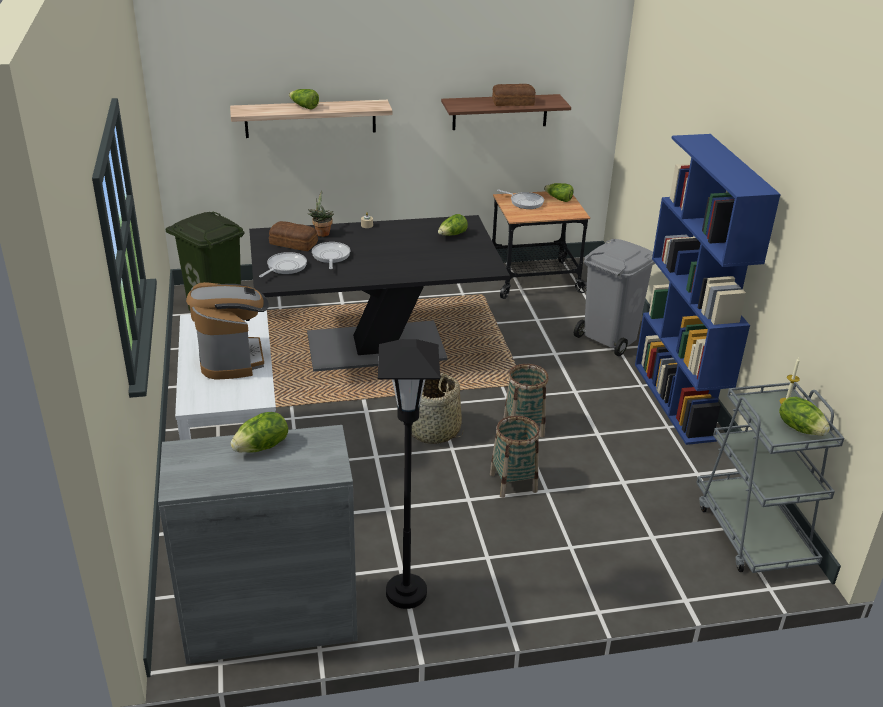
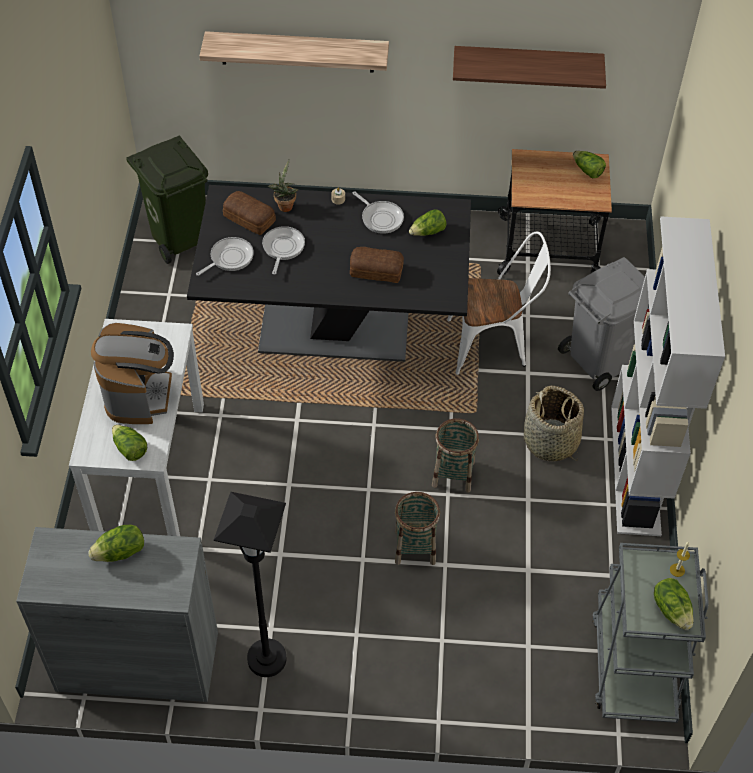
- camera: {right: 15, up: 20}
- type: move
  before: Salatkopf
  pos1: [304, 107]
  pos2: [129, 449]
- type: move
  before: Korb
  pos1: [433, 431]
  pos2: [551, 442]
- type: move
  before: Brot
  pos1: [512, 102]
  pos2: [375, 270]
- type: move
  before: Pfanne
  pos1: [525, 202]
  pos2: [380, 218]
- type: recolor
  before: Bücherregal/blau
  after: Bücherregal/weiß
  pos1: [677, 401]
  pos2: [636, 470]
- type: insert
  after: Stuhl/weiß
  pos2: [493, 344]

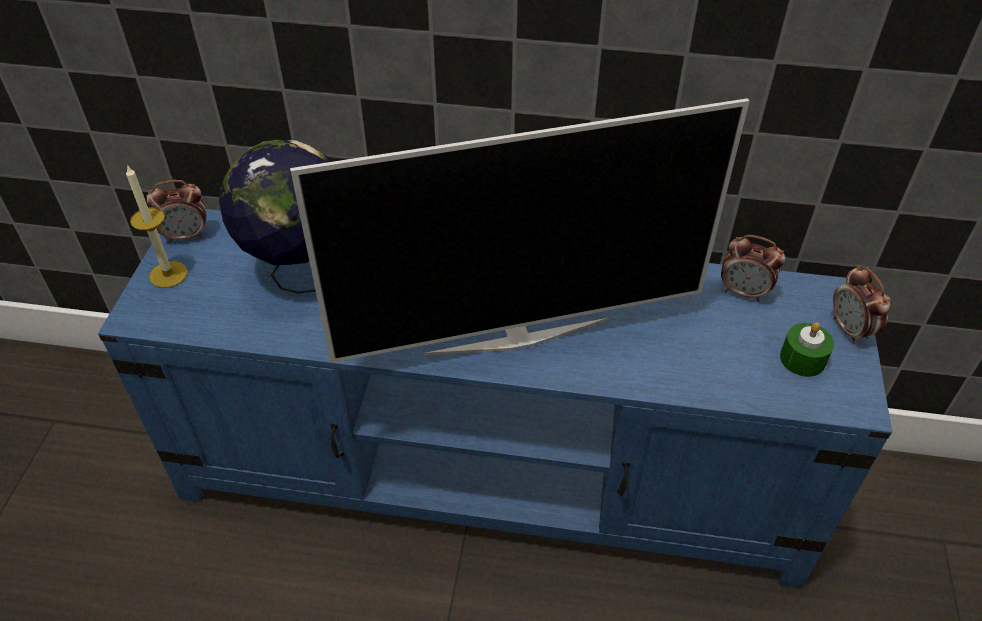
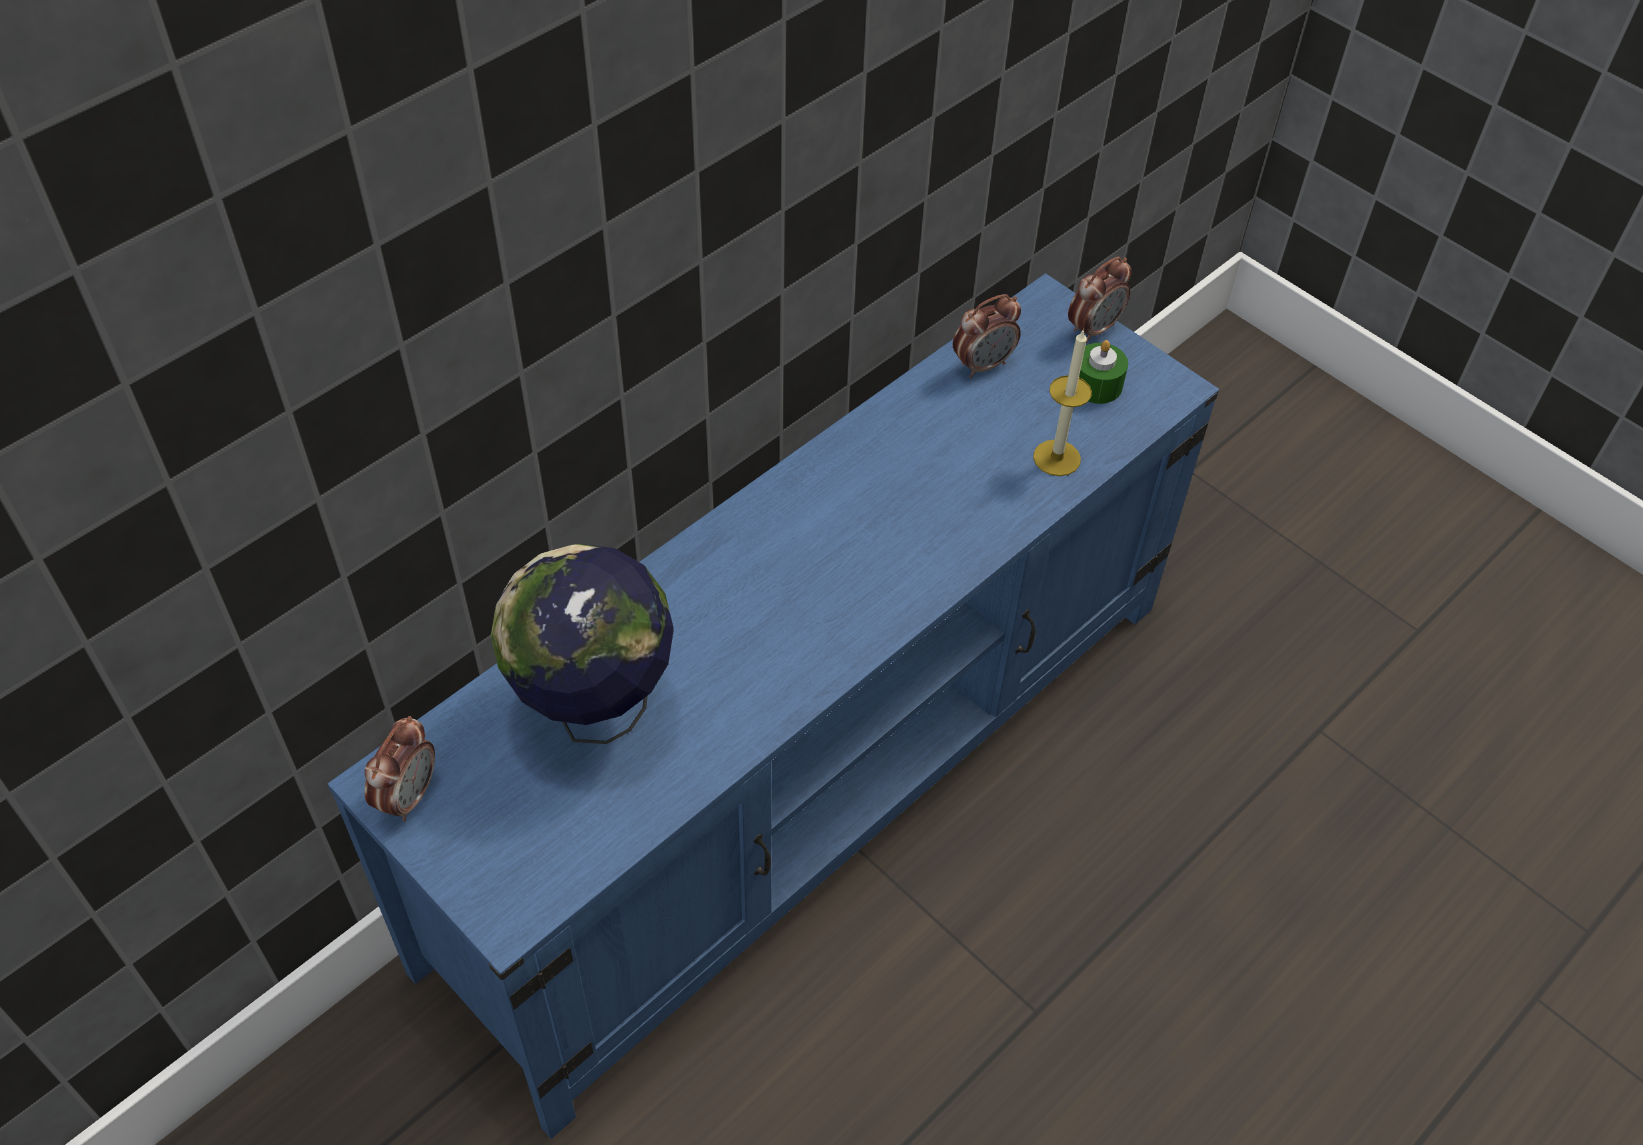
- camera: {right: -55, up: 5}
- type: move
  before: Kerze
  pos1: [168, 274]
  pos2: [1056, 458]
- type: delete
  before: Fernseher
  pos1: [516, 334]
- type: rotate
  before: Wecker
  pos1: [850, 330]
  pos2: [1093, 329]
  turn: -60

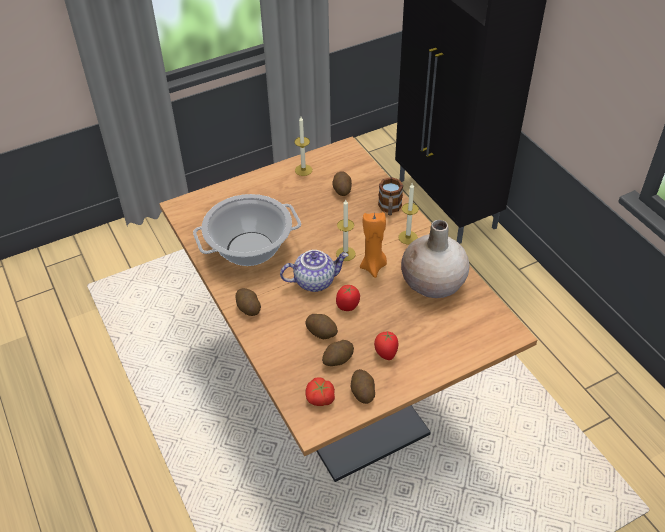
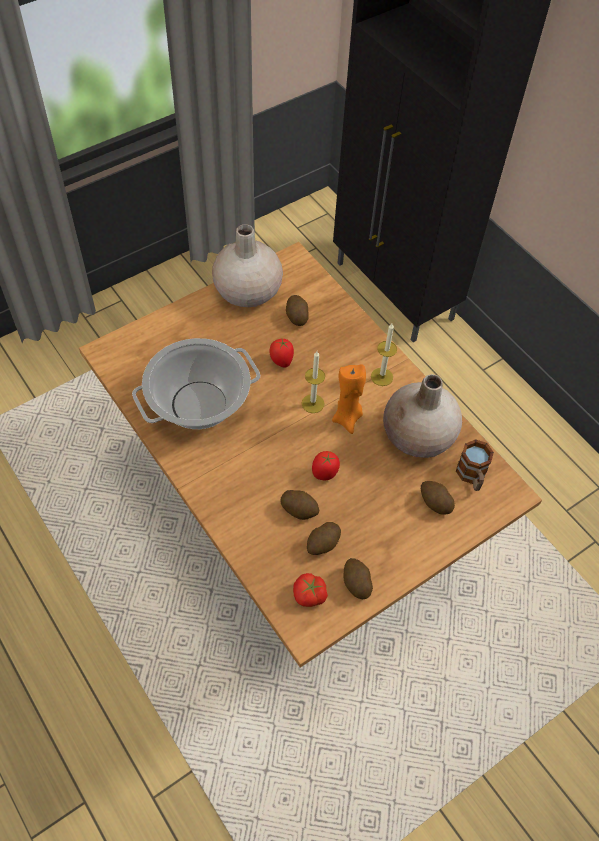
- camera: {right: -10, up: 10}
- type: move
  before: Kartoffel
  pos1: [248, 308]
  pos2: [435, 502]
- type: delete
  before: Teekanne
  pos1: [315, 281]
- type: replace
  before: Kerze
  after: Vase/beige
  pos1: [303, 170]
  pos2: [247, 292]
- type: move
  before: Tomate
  pos1: [385, 354]
  pos2: [281, 361]
- type: move
  before: Henkelbecher
  pos1: [389, 208]
  pos2: [472, 476]

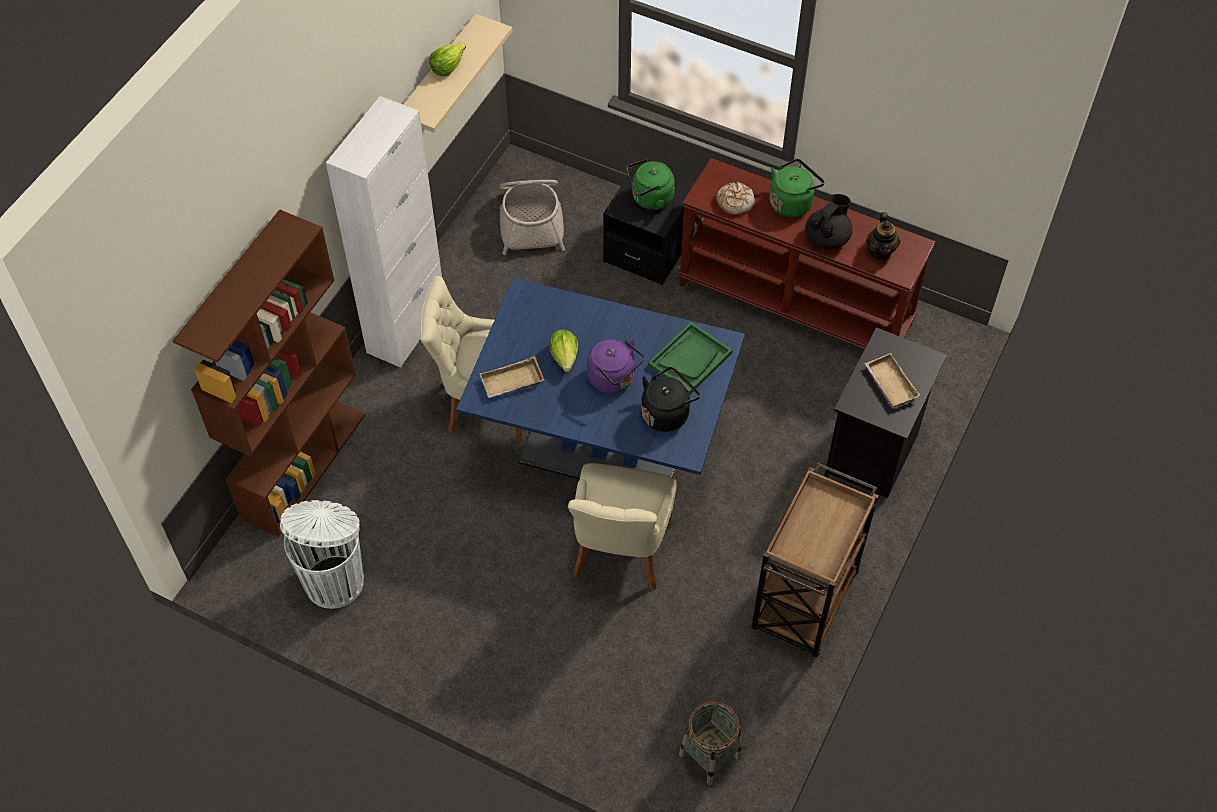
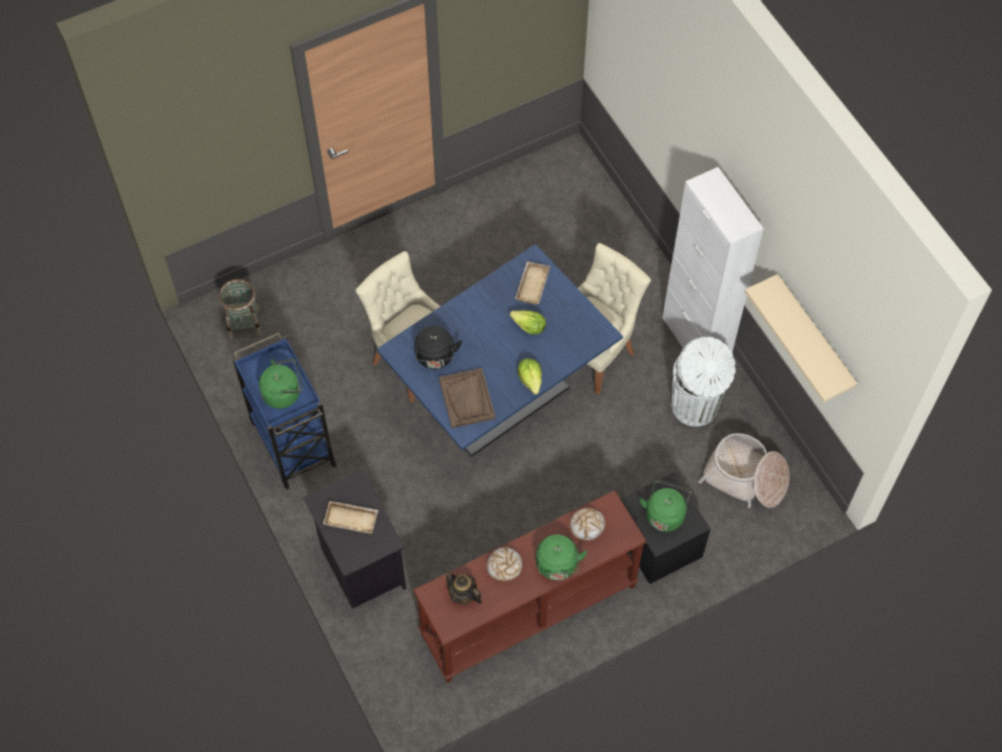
- camera: {right: 125, up: 5}
- type: delete
  before: Bücherregal/braun
  pos1: [303, 464]
- type: move
  before: Mülleimer/weiß
  pos1: [335, 580]
  pos2: [695, 407]
- type: move
  before: Salatkopf
  pos1: [447, 66]
  pos2: [531, 380]
- type: delete
  before: Wasserkessel/lila
  pos1: [614, 379]
- type: recolor
  before: Tablett/grün
  after: Tablett/braun
  pos1: [690, 359]
  pos2: [467, 399]
- type: recolor
  before: Rollwagen/braun
  after: Rollwagen/blau
  pos1: [804, 603]
  pos2: [291, 441]
- type: replace
  before: Teekanne/schwarz
  after: Brot
  pos1: [827, 237]
  pos2: [504, 566]
- type: insert
  after: Wasserkessel/grün
  pos2: [284, 393]

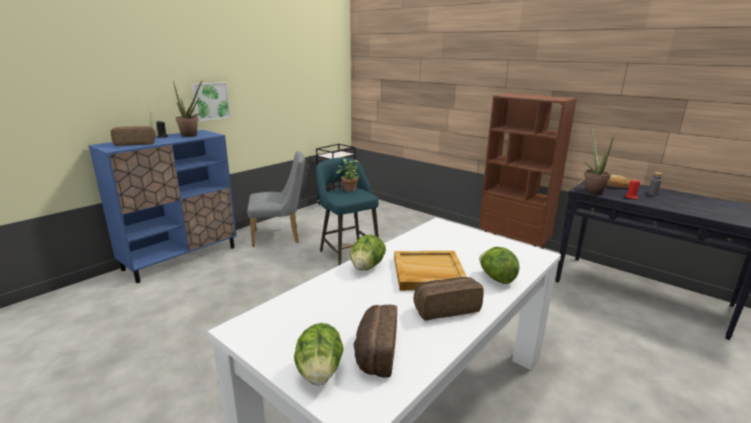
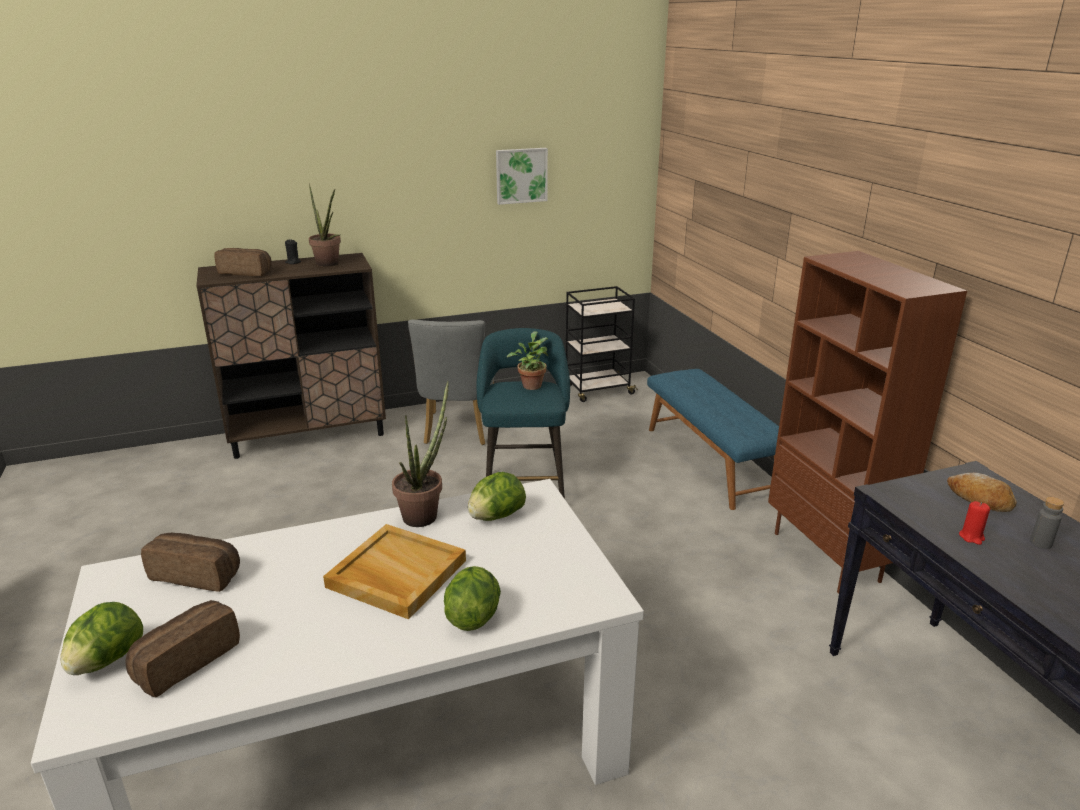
- camera: {right: 30, up: 5}
- type: recolor
  before: Schrank/blau
  after: Schrank/braun
  pos1: [181, 258]
  pos2: [309, 435]
- type: move
  before: Bild
  pos1: [210, 101]
  pos2: [521, 175]
- type: rotate
  before: Stuhl/grau
  pos1: [280, 236]
  pos2: [457, 432]
  turn: 75
- type: move
  before: Salatkopf
  pos1: [367, 267]
  pos2: [496, 516]
- type: move
  before: Brot
  pos1: [445, 308]
  pos2: [198, 574]
- type: move
  before: Topfpflanze
  pos1: [591, 191]
  pos2: [424, 513]
- type: insert
  after: Bank/blau
  pos2: [711, 461]

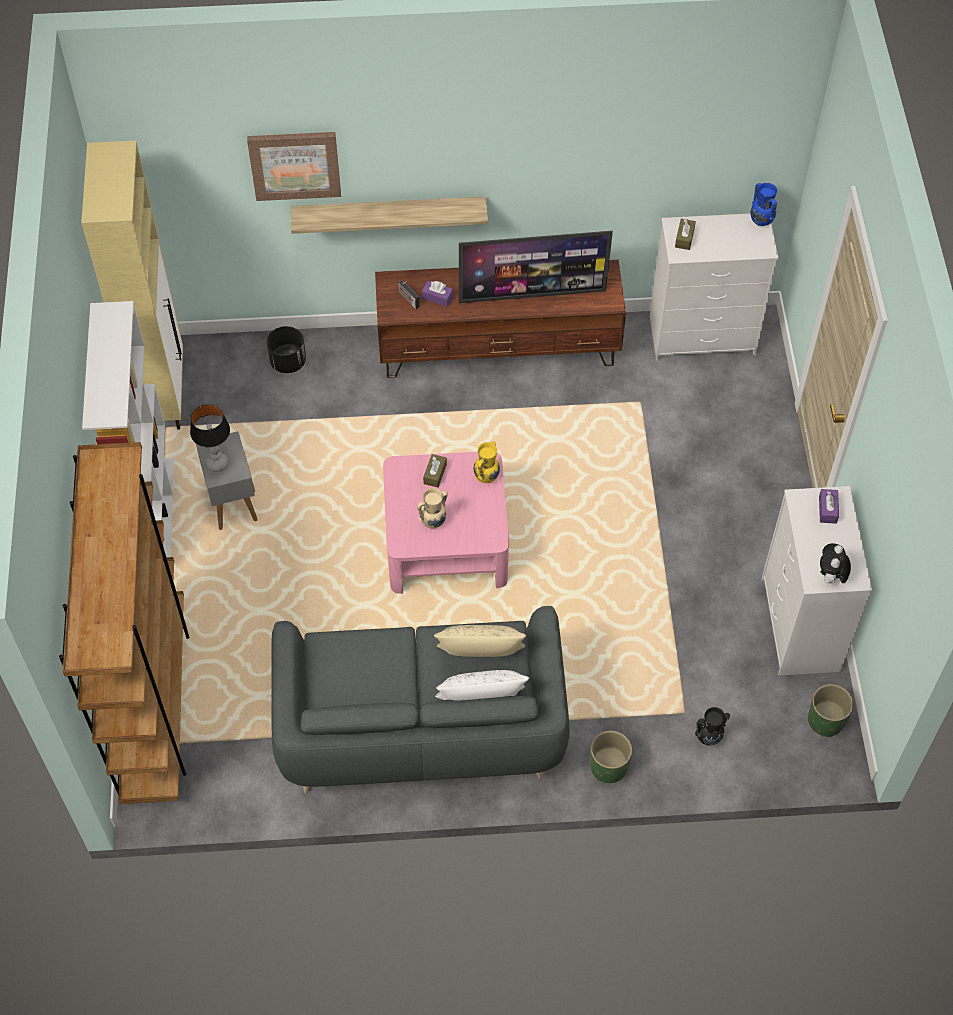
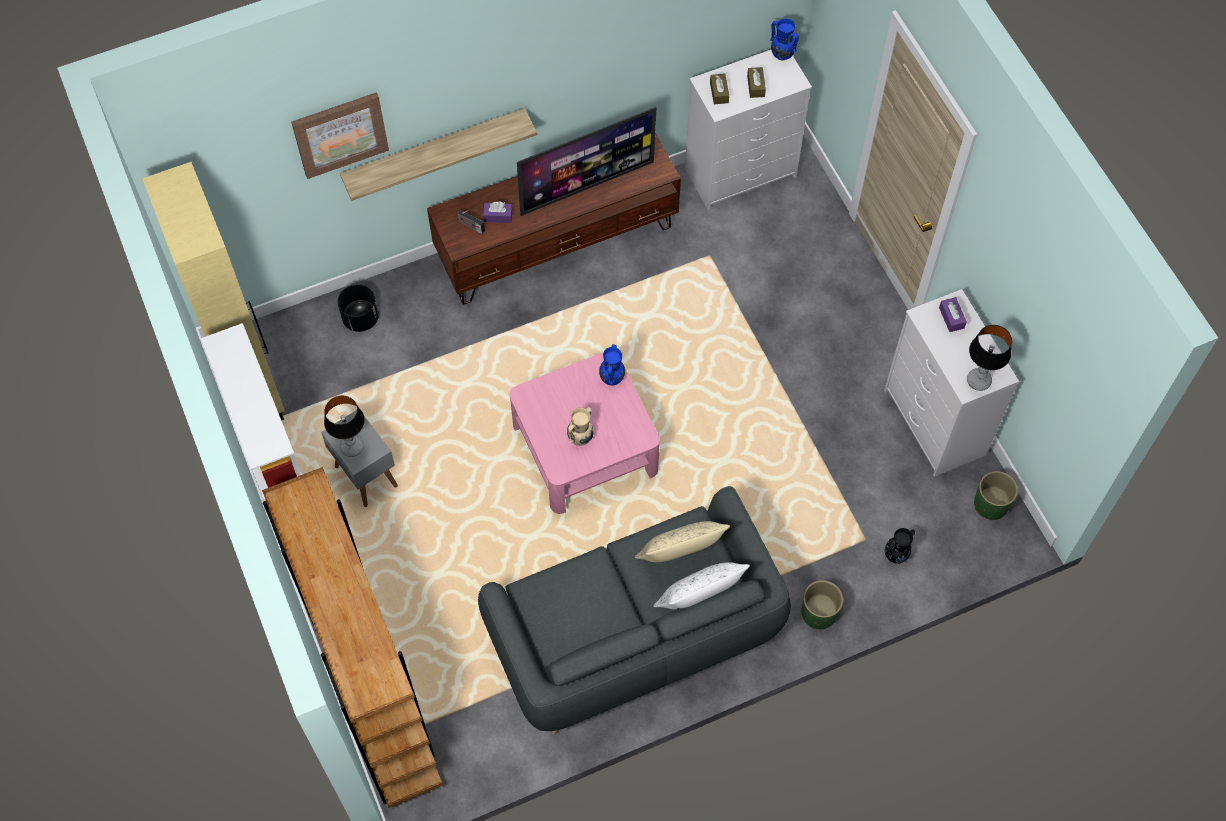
- camera: {right: -20, up: 5}
- type: move
  before: Taschentuchbox/braun
  pos1: [435, 474]
  pos2: [756, 86]
- type: recolor
  before: Vase/gelb
  after: Vase/blau
  pos1: [486, 477]
  pos2: [612, 378]
- type: replace
  before: Plüschtier
  after: Tischlampe
  pos1: [830, 577]
  pos2: [979, 381]

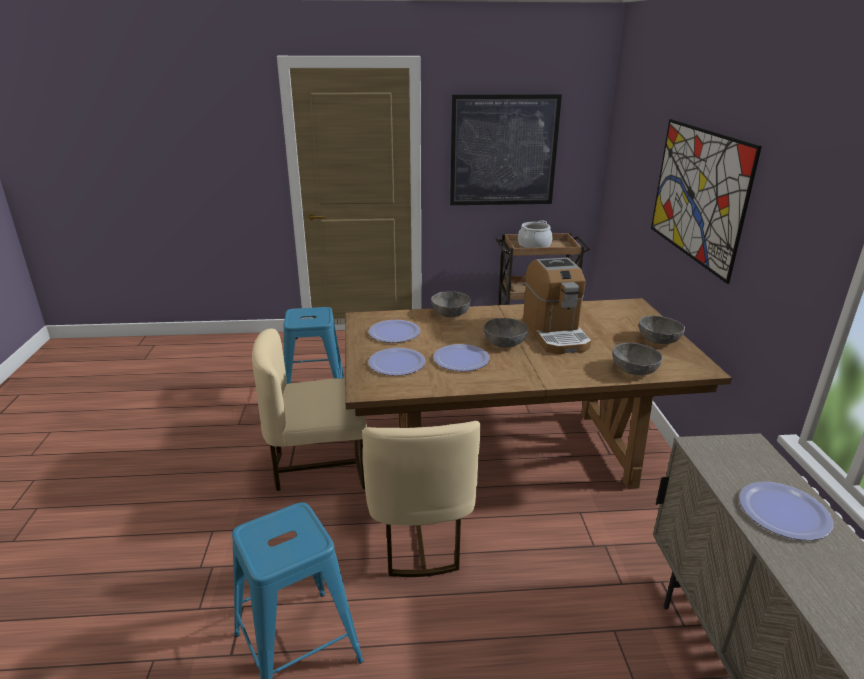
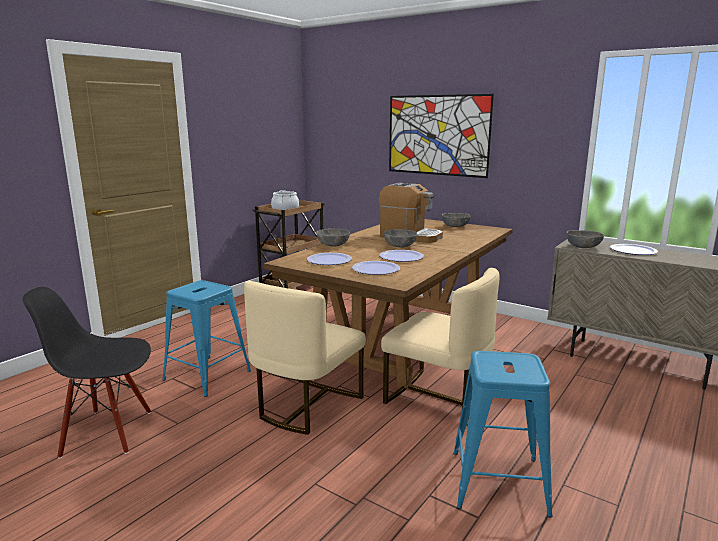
- camera: {right: -50, up: -10}
- type: delete
  before: Bild
  pos1: [503, 151]
- type: move
  before: Schüssel/grau
  pos1: [634, 370]
  pos2: [583, 247]
- type: insert
  after: Stuhl/schwarz
  pos2: [107, 432]

